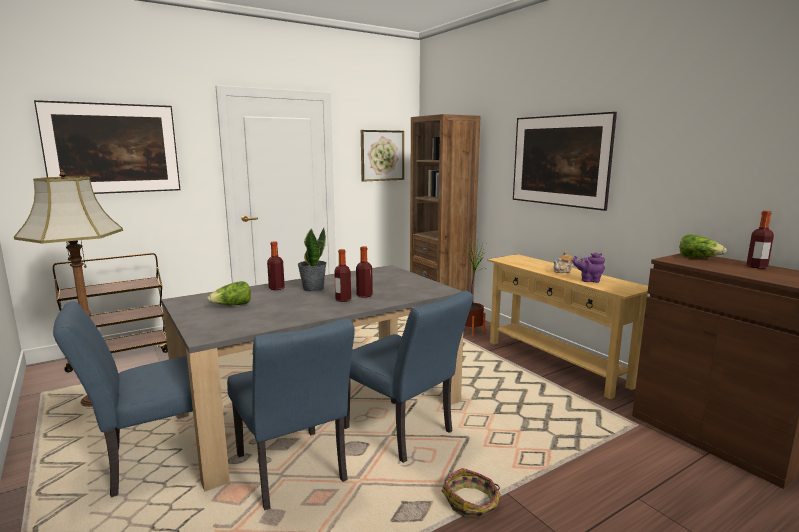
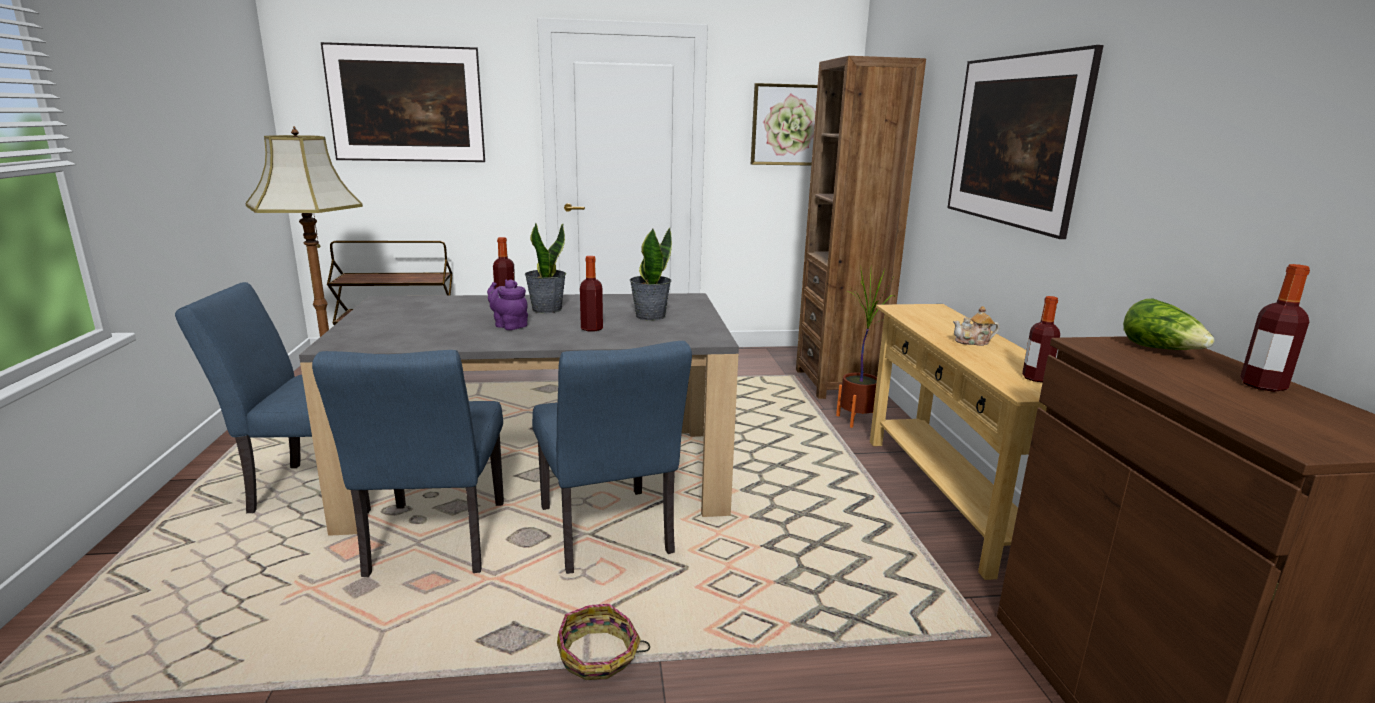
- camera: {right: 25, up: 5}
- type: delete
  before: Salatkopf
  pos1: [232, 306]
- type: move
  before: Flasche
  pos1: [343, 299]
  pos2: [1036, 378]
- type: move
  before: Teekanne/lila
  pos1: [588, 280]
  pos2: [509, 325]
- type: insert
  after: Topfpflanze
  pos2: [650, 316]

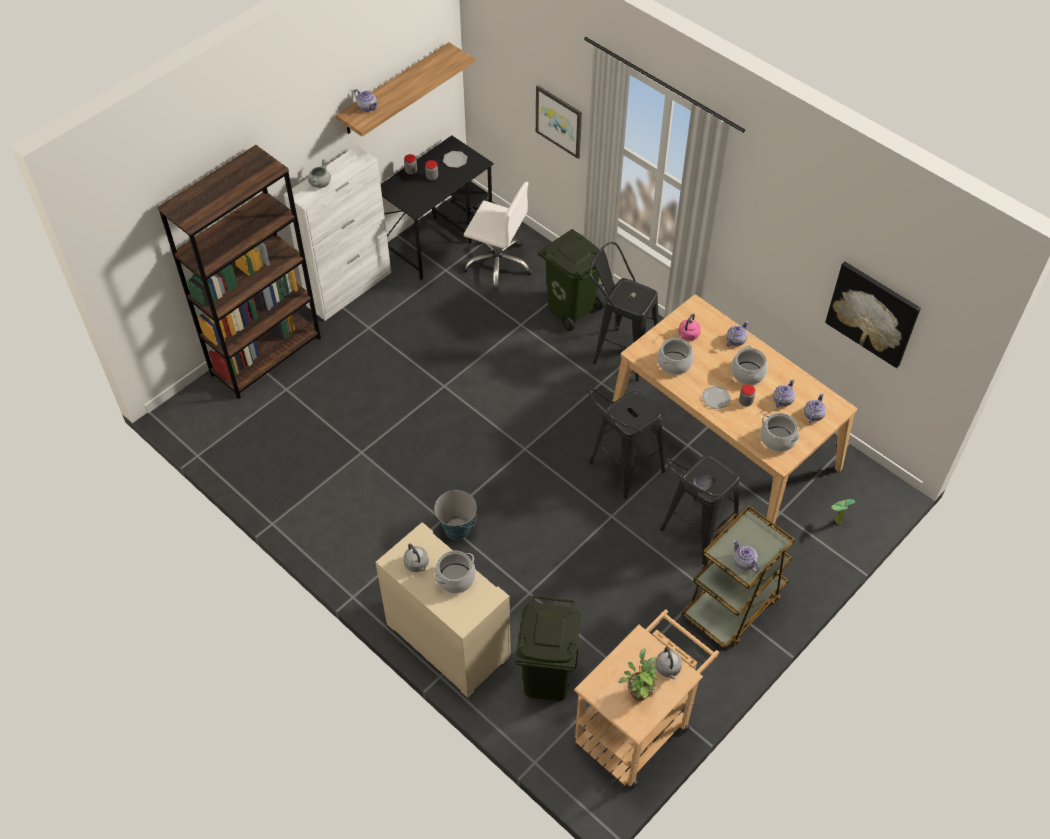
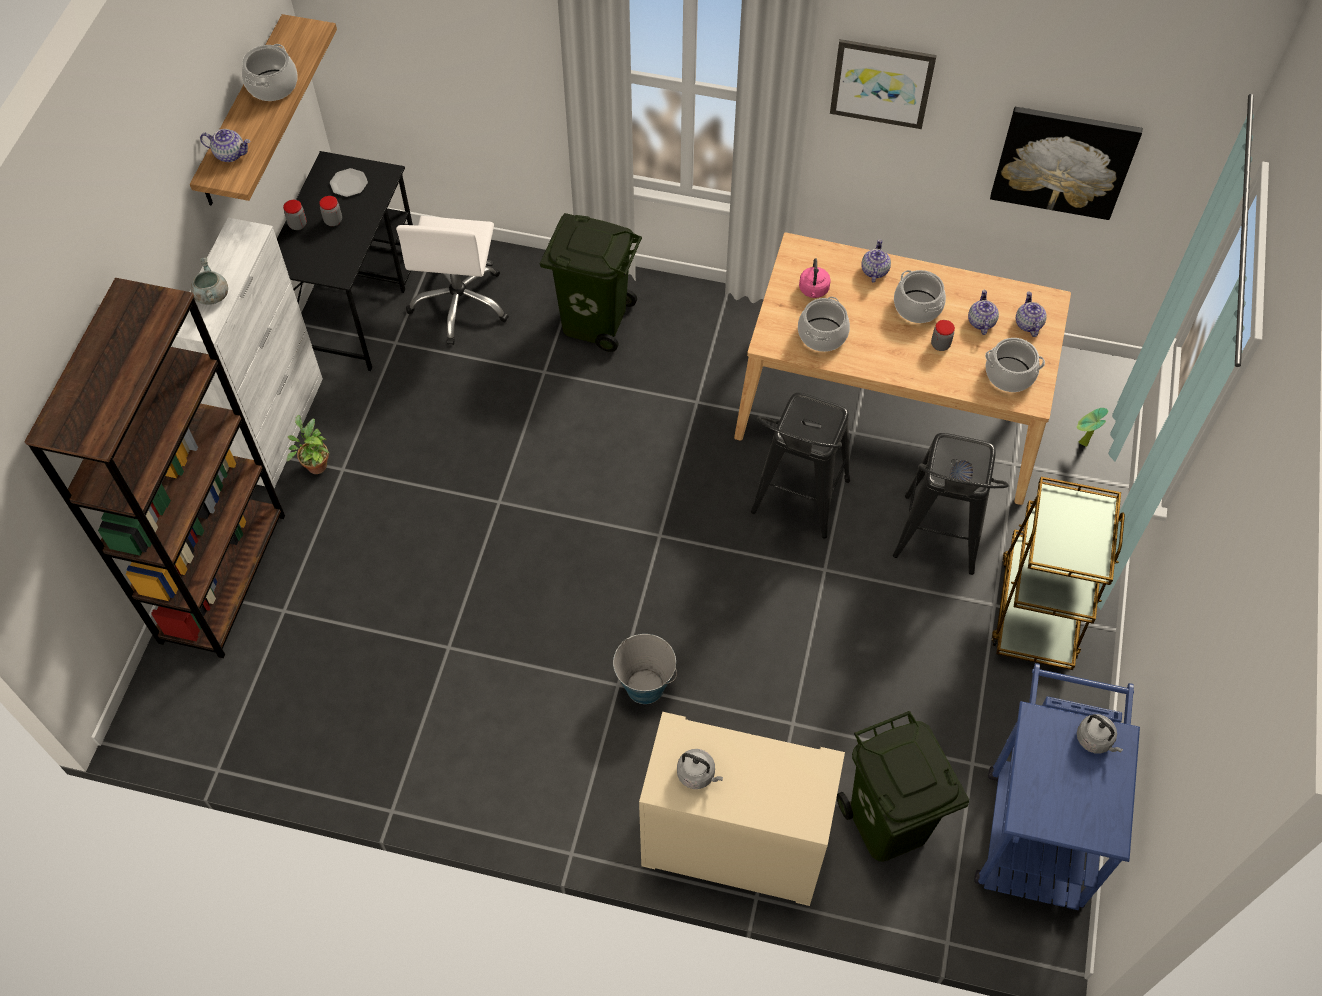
- camera: {right: -30, up: 5}
- type: move
  before: Kochtopf
  pos1: [455, 578]
  pos2: [273, 86]
- type: rotate
  before: Bürostuhl/weiß
  pos1: [498, 264]
  pos2: [460, 303]
  turn: 105
- type: move
  before: Bild
  pos1: [559, 121]
  pos2: [882, 82]
- type: recolor
  before: Rollwagen/beige
  after: Rollwagen/blau
  pos1: [638, 726]
  pos2: [1035, 823]
- type: delete
  before: Hocker/schwarz
  pos1: [619, 351]
- type: move
  before: Topfpflanze
  pos1: [638, 690]
  pos2: [315, 464]
- type: delete
  before: Teller
  pos1: [716, 398]
- type: delete
  before: Teekanne
  pos1: [744, 562]

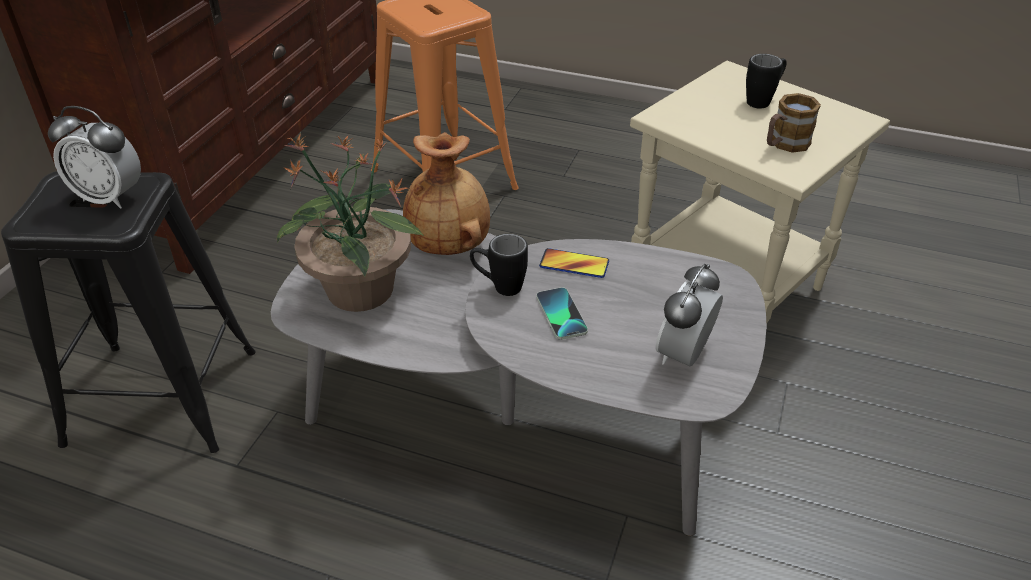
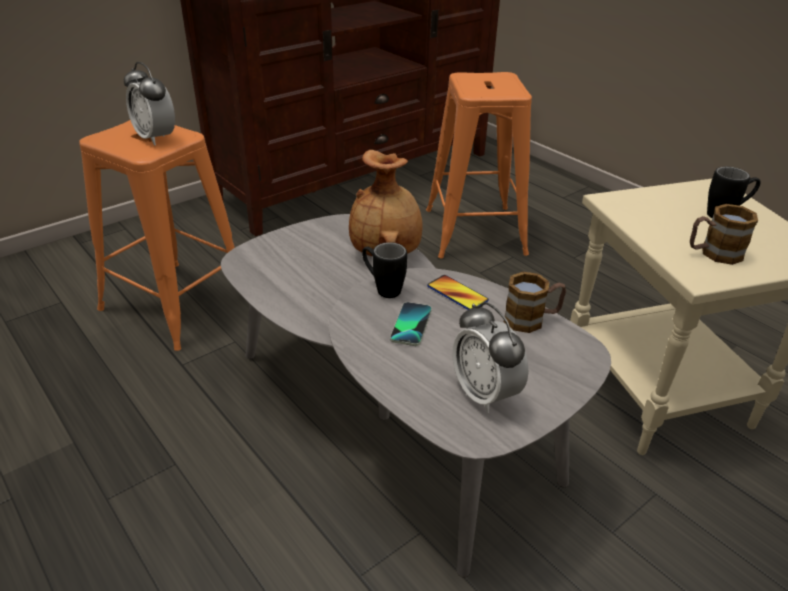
- camera: {right: 30, up: -5}
- type: recolor
  before: Hocker/schwarz
  after: Hocker/orange
  pos1: [160, 397]
  pos2: [176, 303]
- type: delete
  before: Topfpflanze
  pos1: [360, 291]
- type: rotate
  before: Wecker
  pos1: [683, 354]
  pos2: [485, 394]
  turn: -90
- type: insert
  after: Henkelbecher
  pos2: [532, 319]

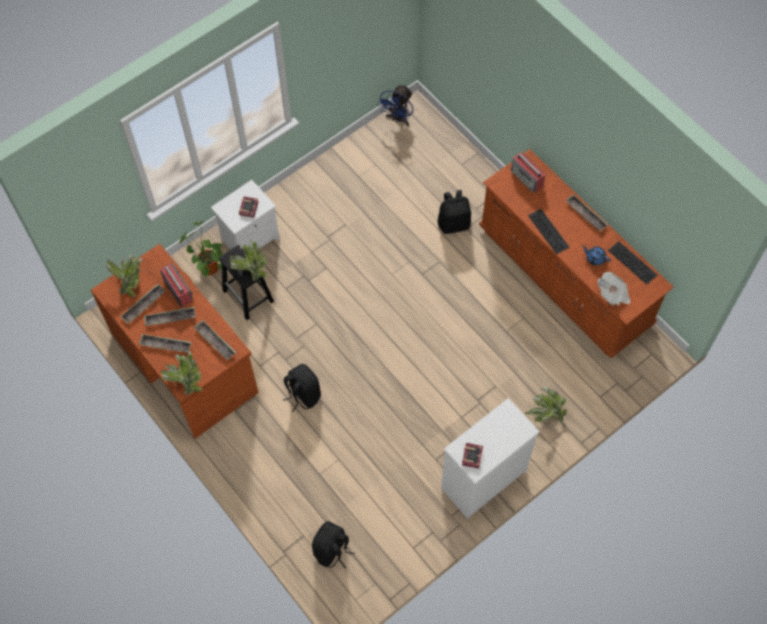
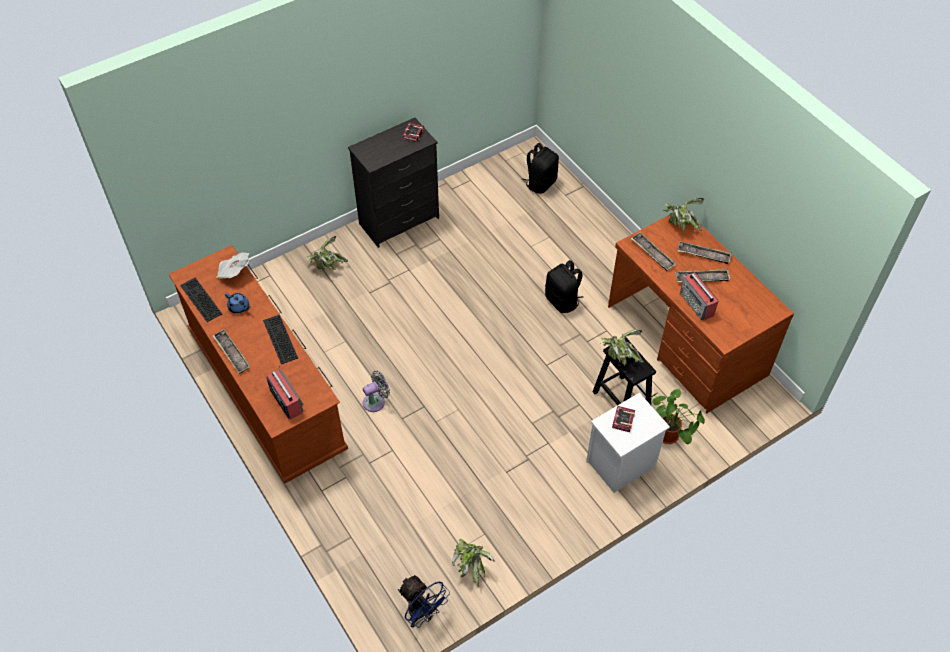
- camera: {right: -175, up: -10}
- type: move
  before: Topfpflanze
  pos1: [130, 280]
  pos2: [471, 566]
- type: delete
  before: Tablett
  pos1: [143, 305]
- type: rotate
  before: Ventilator/blau
  pos1: [398, 119]
  pos2: [422, 613]
  turn: 105
- type: delete
  before: Rucksack/schwarz
  pos1: [454, 223]
- type: recolor
  before: Kommode/weiß
  after: Kommode/schwarz
  pos1: [482, 480]
  pos2: [400, 221]
- type: insert
  after: Ventilator/grau
  pos2: [376, 401]

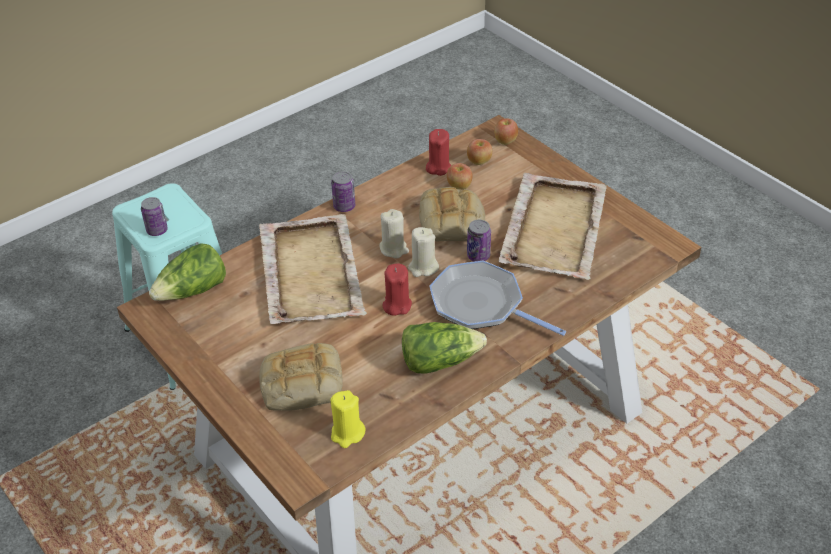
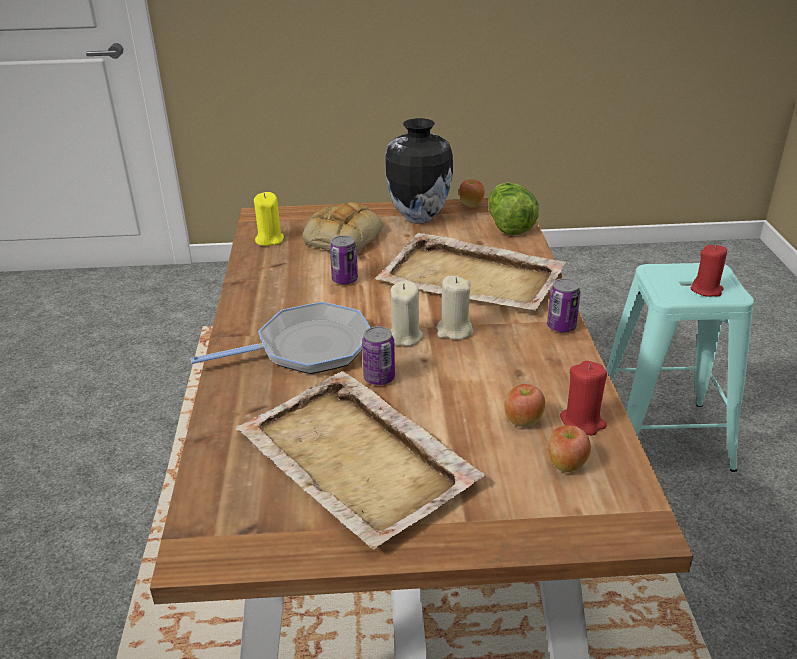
- camera: {right: 125, up: -10}
- type: move
  before: Dose
  pos1: [157, 230]
  pos2: [345, 280]
- type: move
  before: Kerze/rot
  pos1: [397, 305]
  pos2: [706, 290]
- type: delete
  before: Salatkopf
  pos1: [439, 361]
- type: delete
  before: Brot
  pos1: [452, 222]
- type: move
  before: Apfel
  pos1: [505, 141]
  pos2: [471, 205]
- type: insert
  after: Vase
  pos2: [418, 217]

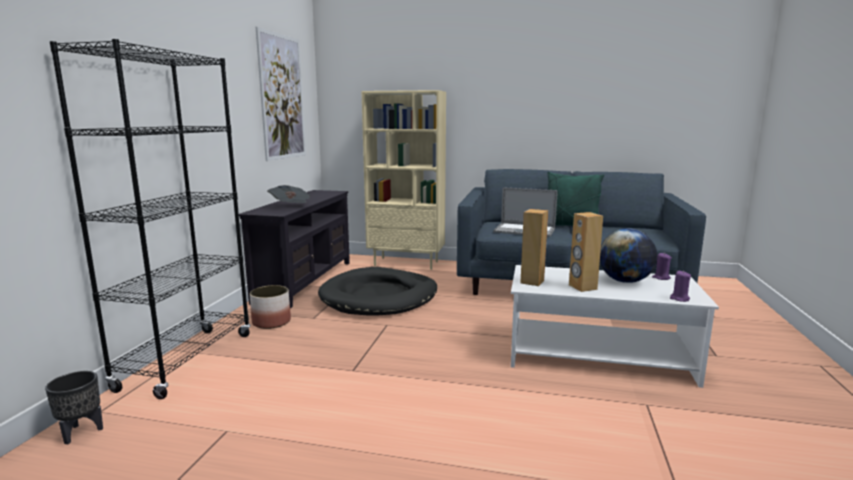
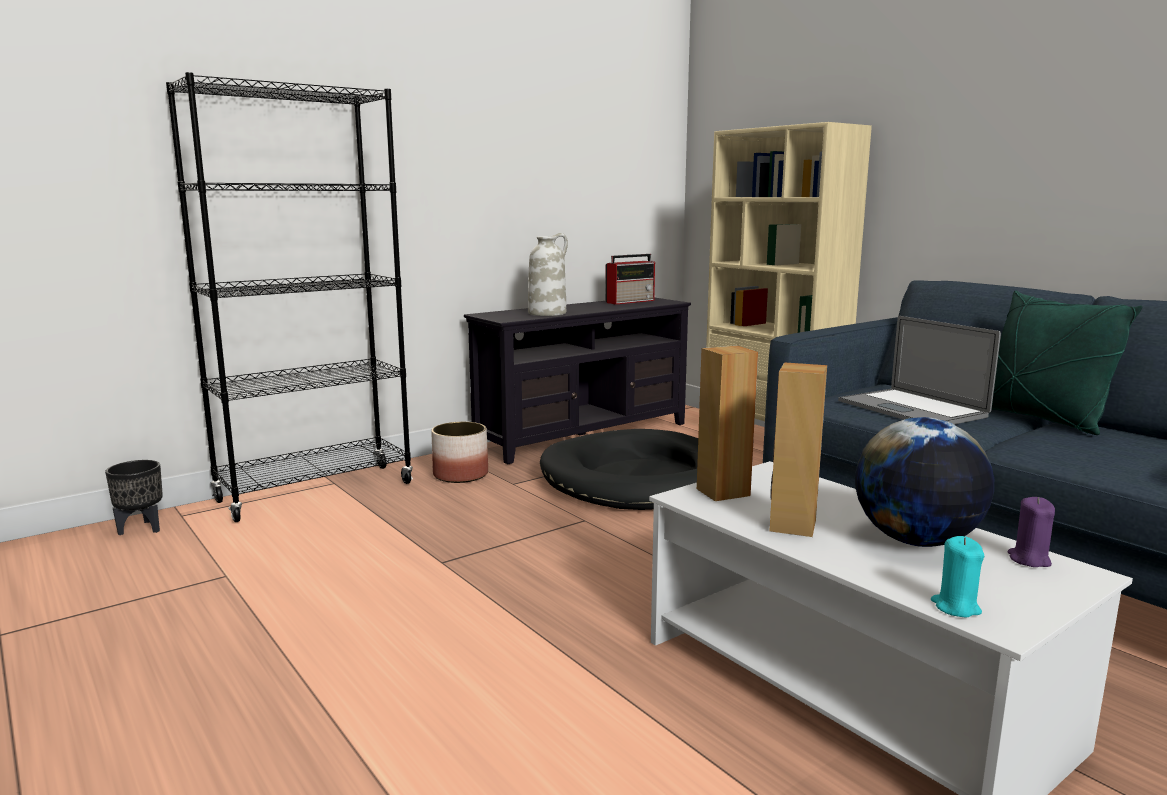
- camera: {right: 40, up: 0}
- type: delete
  before: Bild
  pos1: [282, 97]
- type: replace
  before: Zeitung
  after: Vase/weiß
  pos1: [291, 206]
  pos2: [547, 313]
- type: recolor
  before: Kerze/lila
  after: Kerze/türkis
  pos1: [679, 299]
  pos2: [955, 607]
- type: insert
  after: Radio
  pos2: [631, 301]

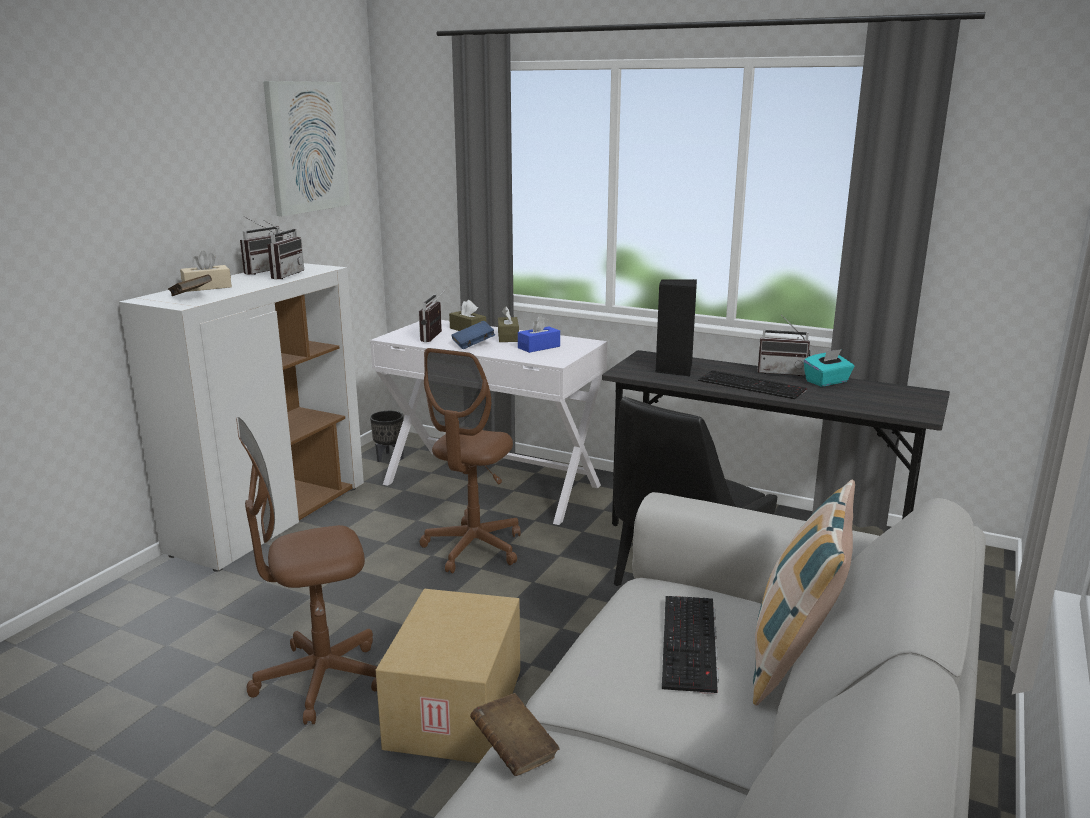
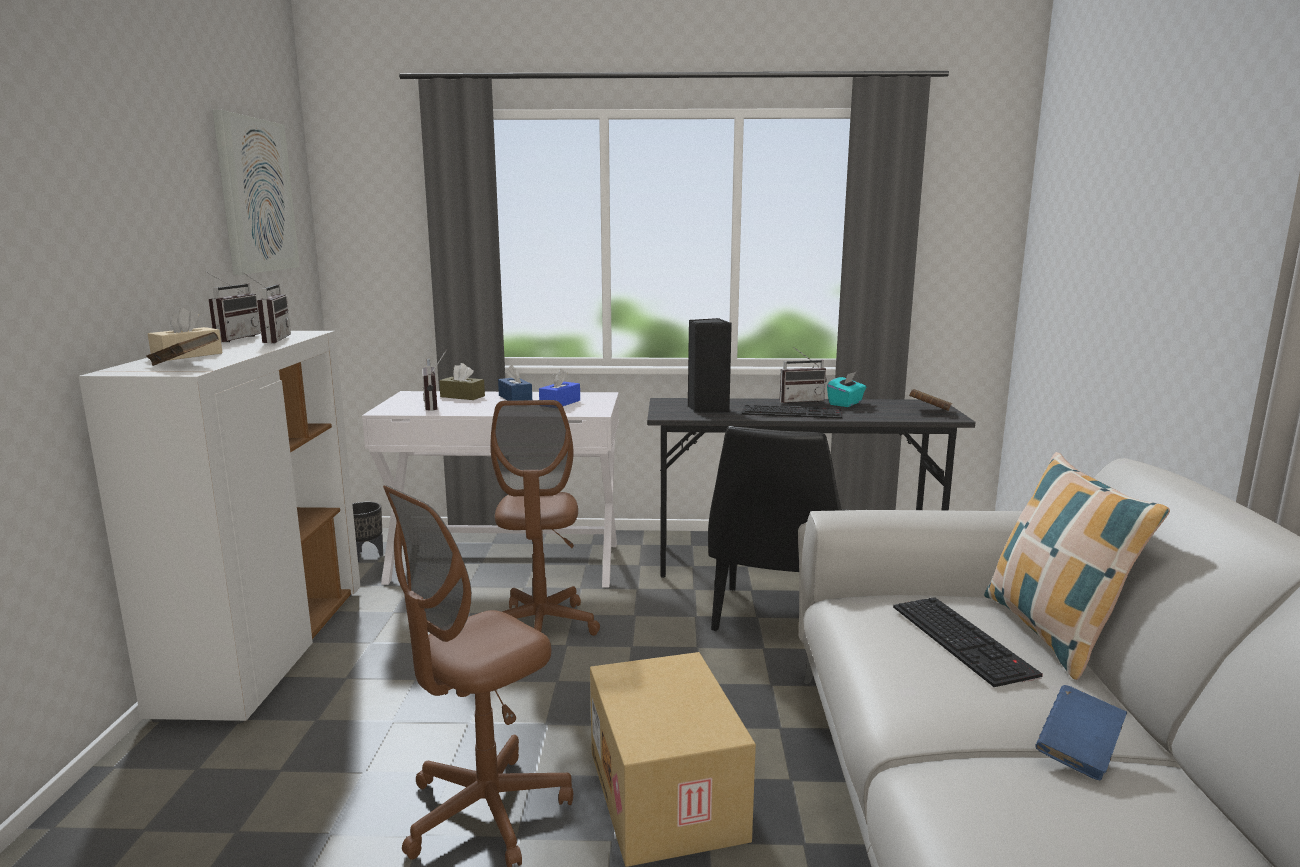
- camera: {right: -25, up: -5}
- type: move
  before: Buch/blau
  pos1: [473, 344]
  pos2: [1078, 751]
- type: move
  before: Buch/braun
  pos1: [514, 751]
  pos2: [929, 411]
- type: recolor
  before: Taschentuchbox/braun
  after: Taschentuchbox/blau
  pos1: [508, 337]
  pos2: [515, 398]

